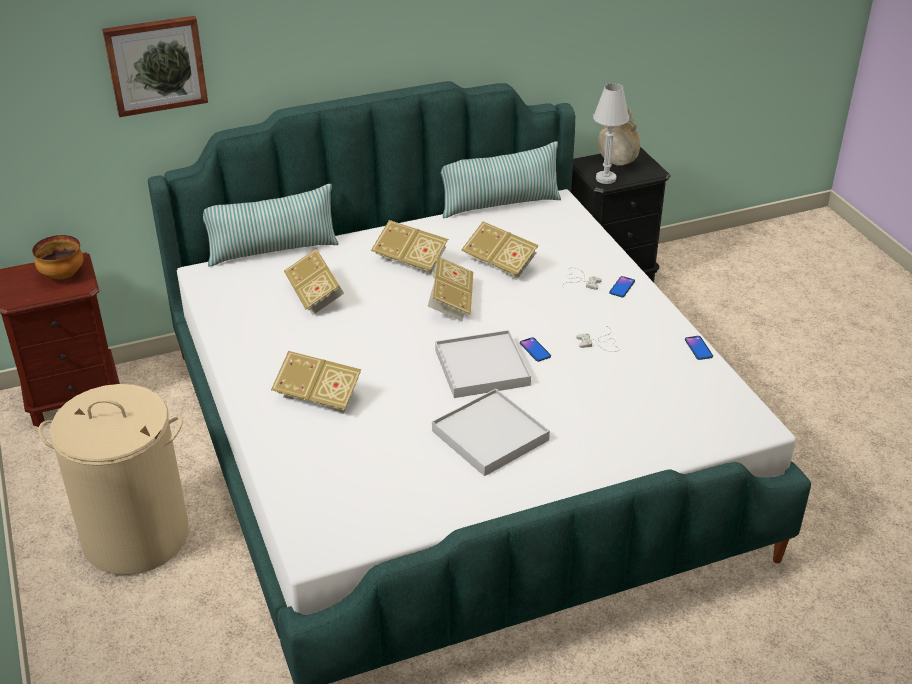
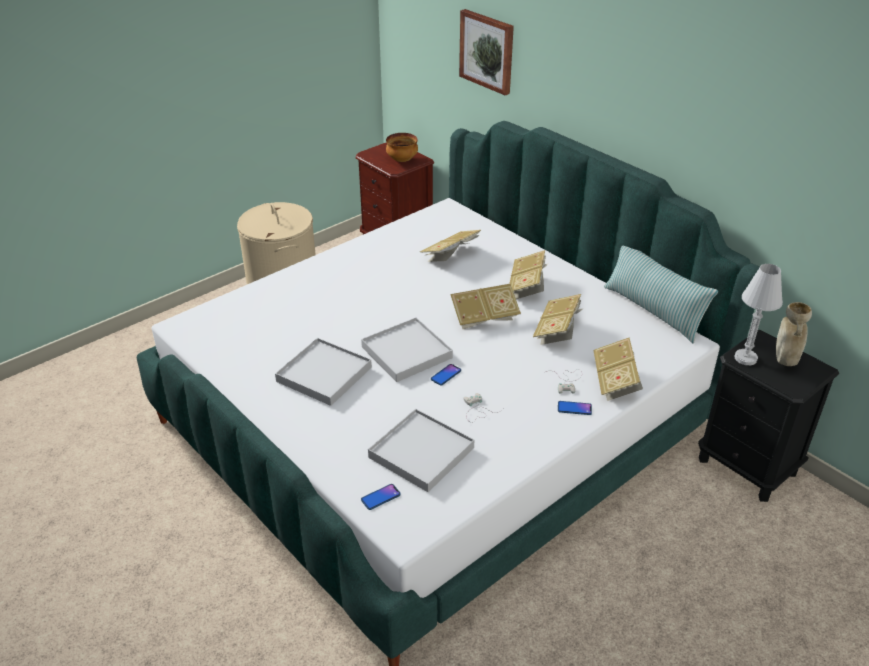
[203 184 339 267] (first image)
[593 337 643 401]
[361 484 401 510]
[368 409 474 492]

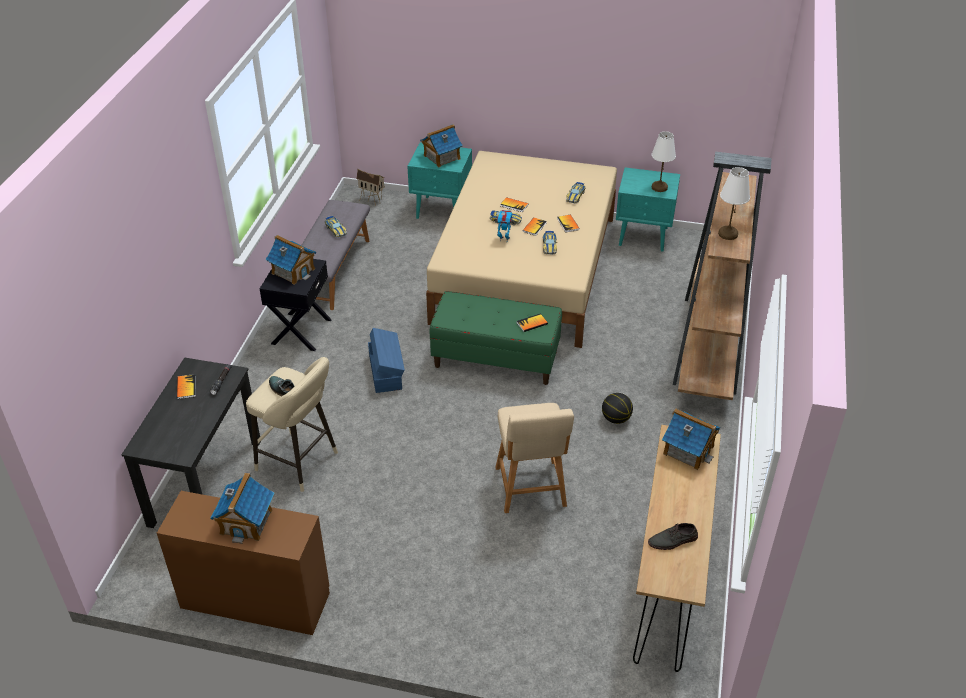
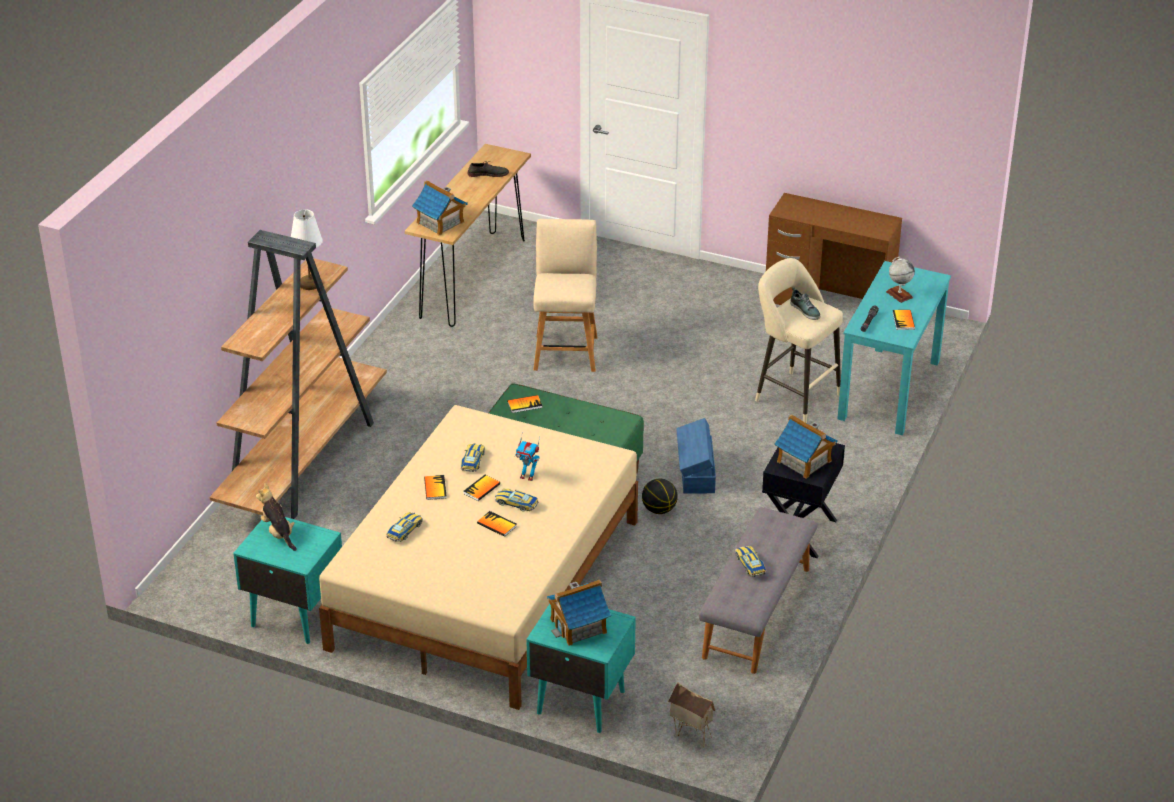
[837 261 951 435]
[210 472 274 544] (first image)
[642 479 678 514]
[256 483 297 551]
[886 257 915 303]

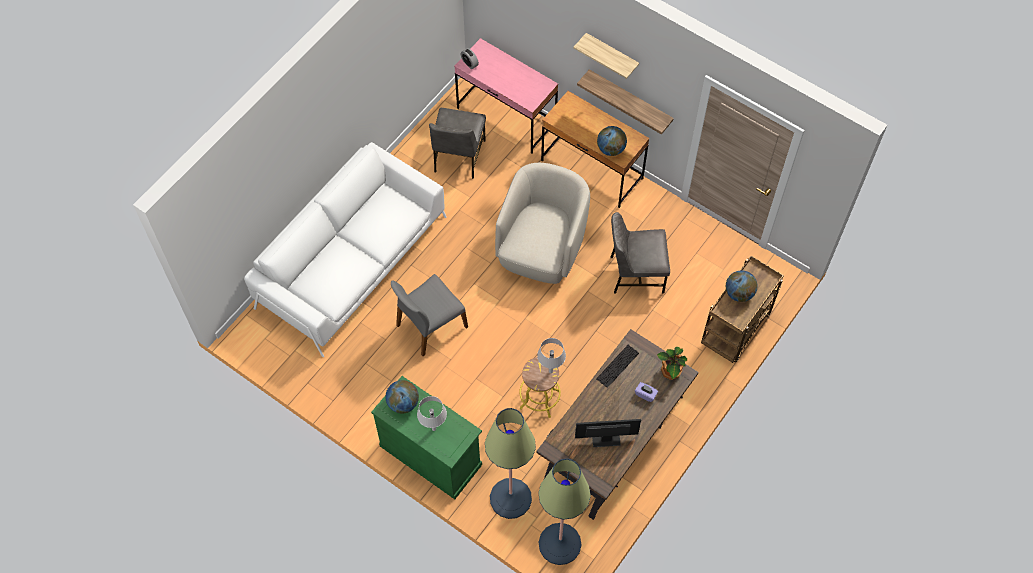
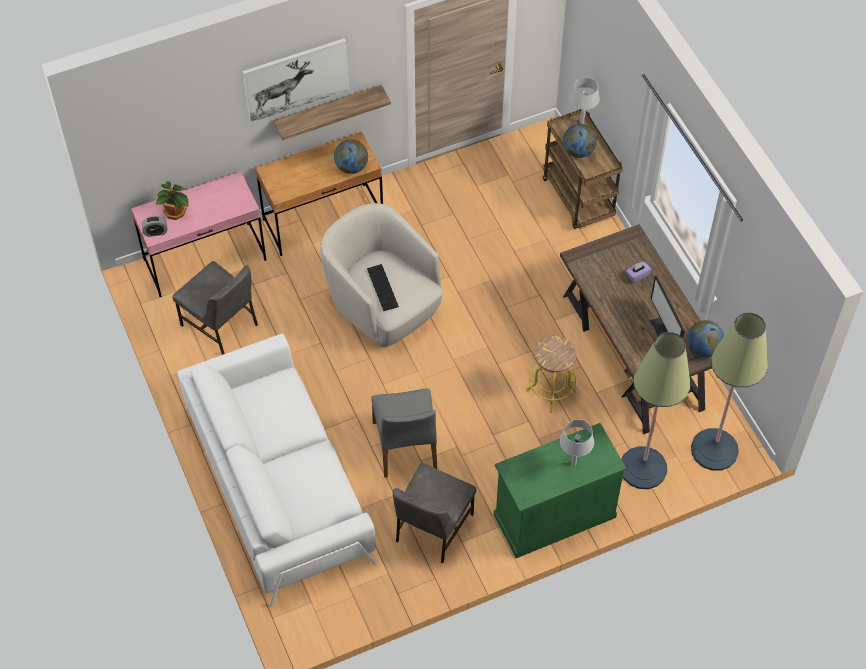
[687 320 724 357]
[570 77 600 124]
[243 38 349 123]
[650 275 685 338]
[367 264 399 311]
[393 463 476 563]
[156 181 189 220]

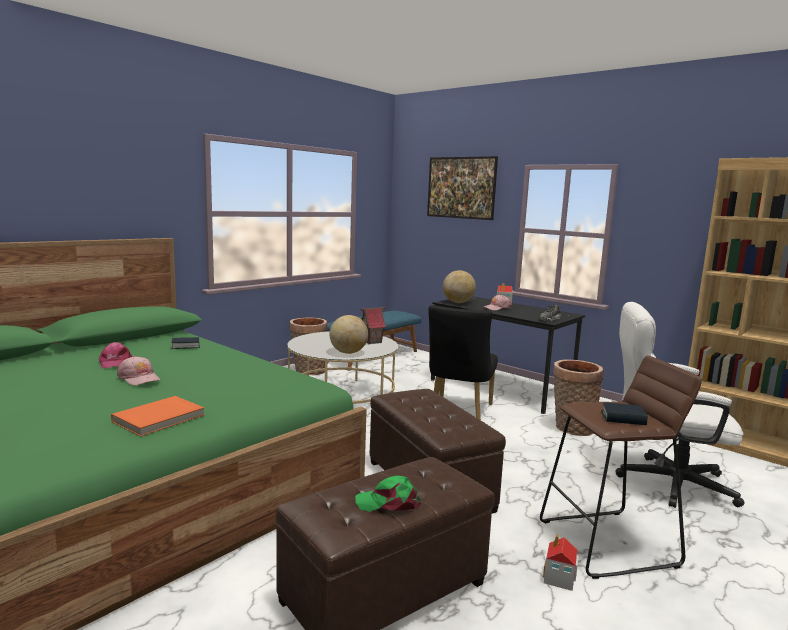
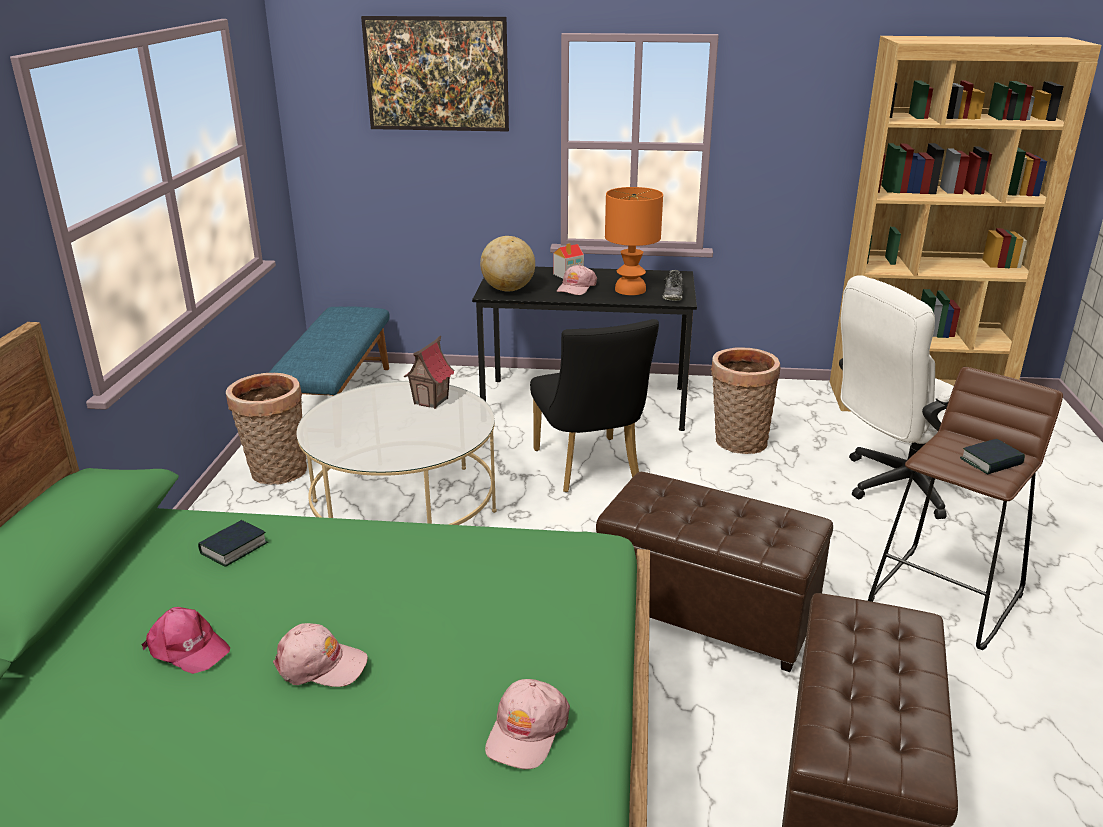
[485 679 570 769]
[330 315 368 354] (first image)
[355 476 421 512] (first image)
[543 534 579 591] (first image)
[605 187 663 295]

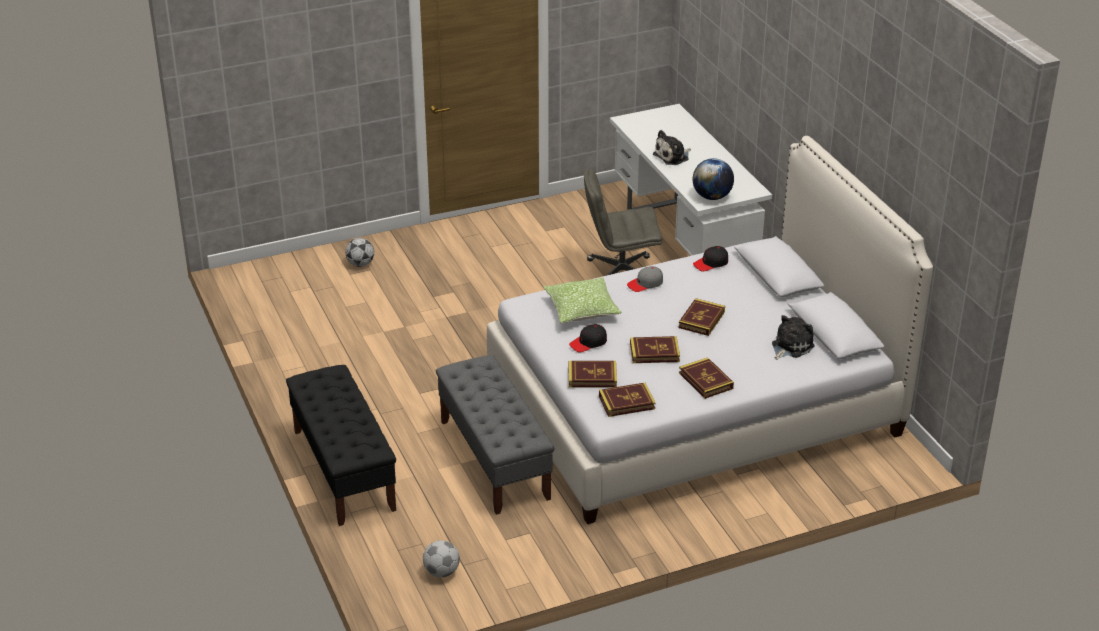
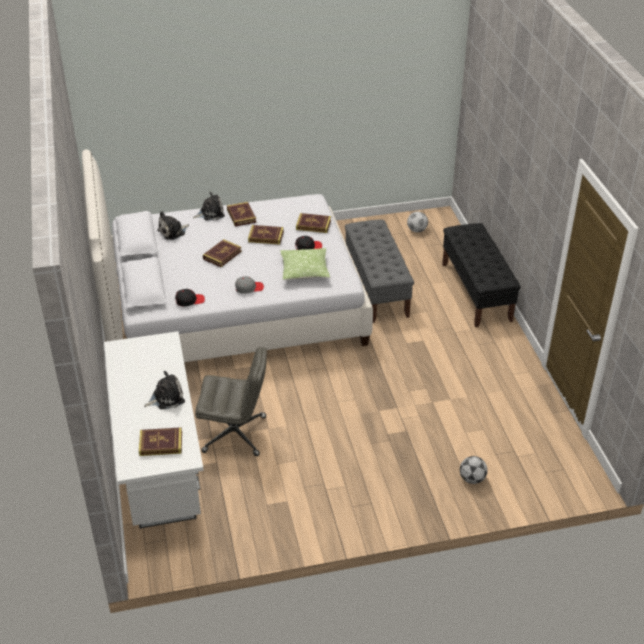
[139 427 182 456]
[693 158 734 200] (first image)
[193 192 225 220]

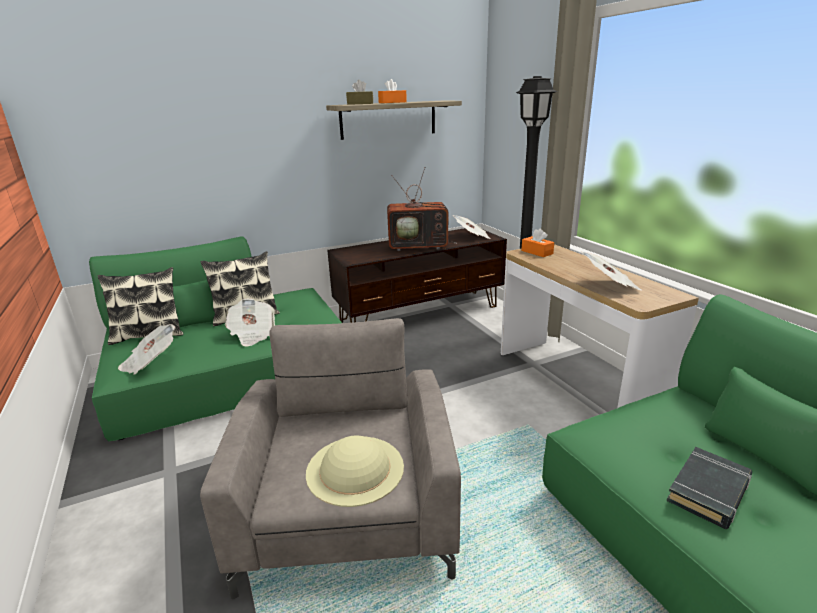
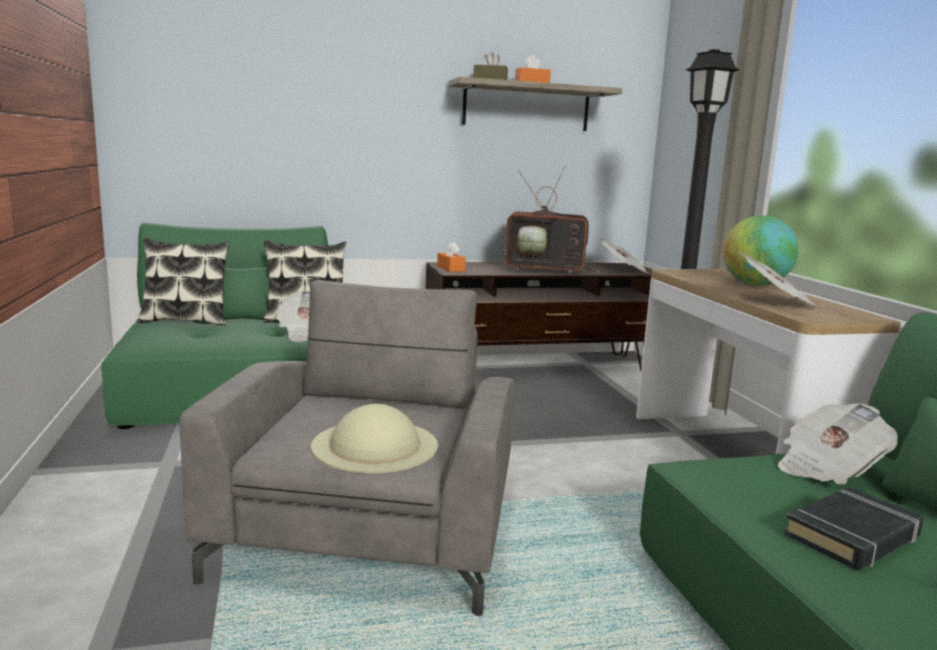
[778 403 898 484]
[437 241 466 272]
[723 215 799 286]

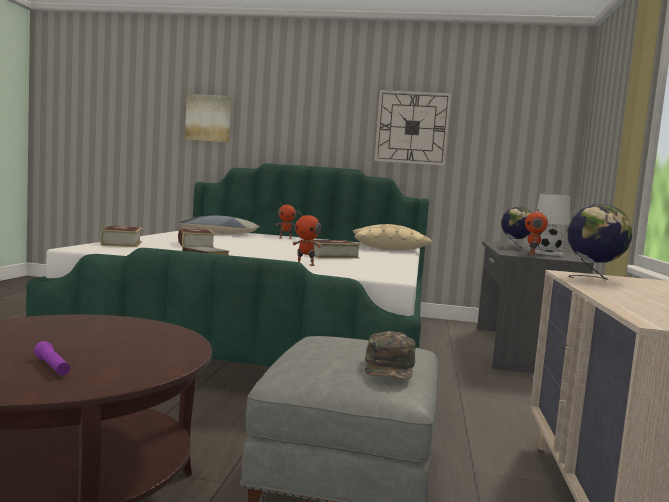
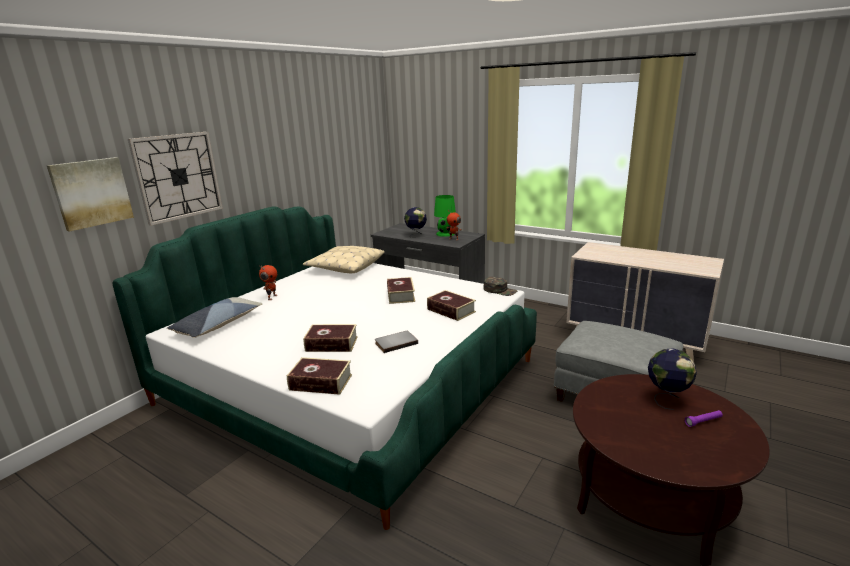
[427 290 476 321]
[483 277 517 296]
[128 132 223 226]
[434 195 456 237]
[648 348 697 410]

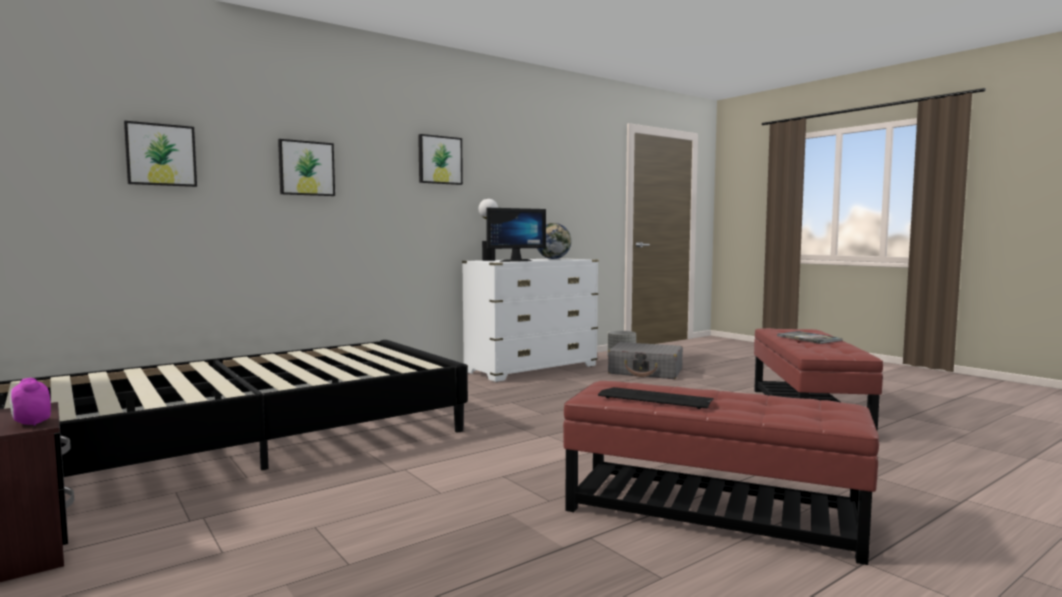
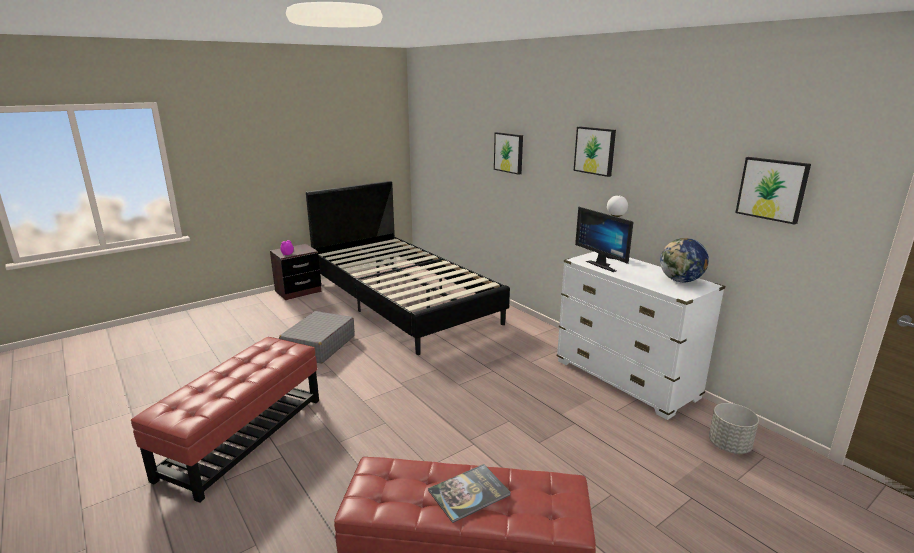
[735 157 811 225]
[598 387 714 409] (first image)
[279 311 355 364]

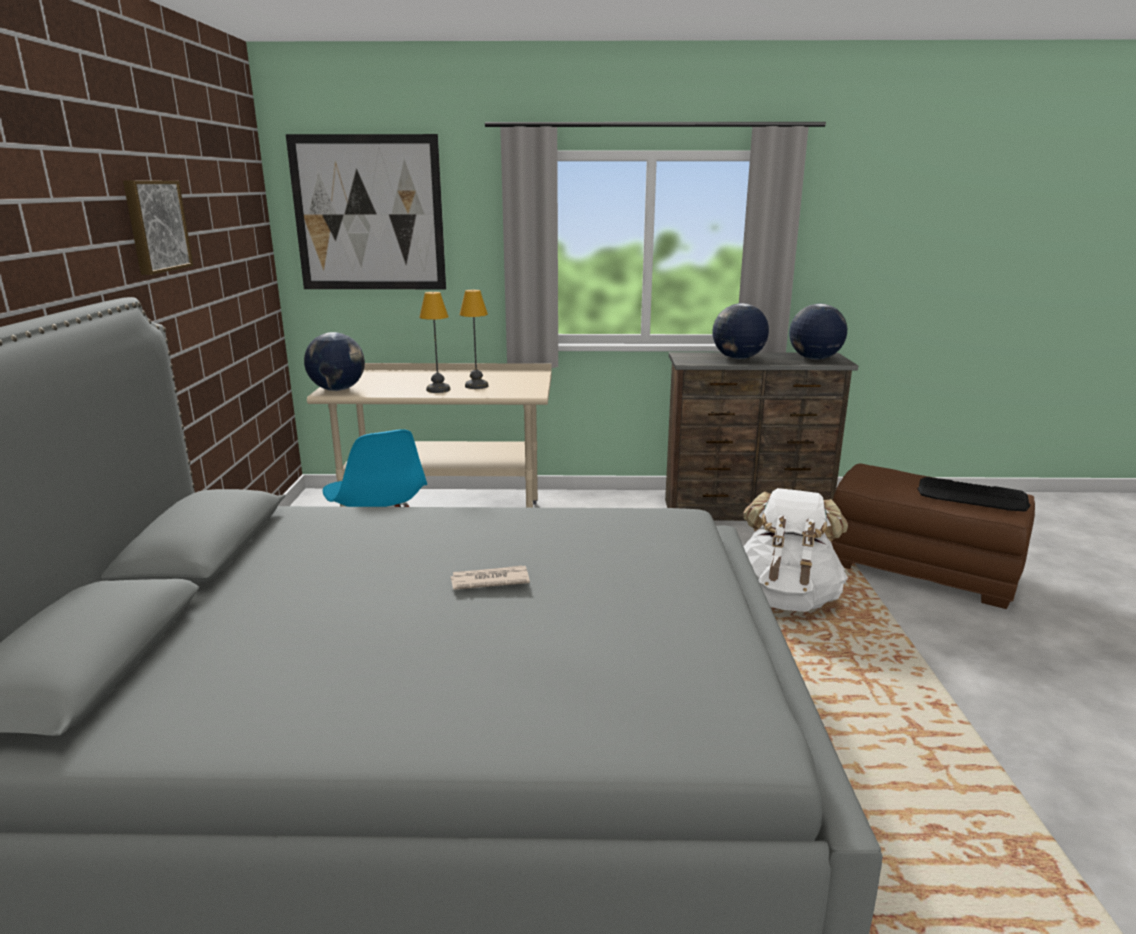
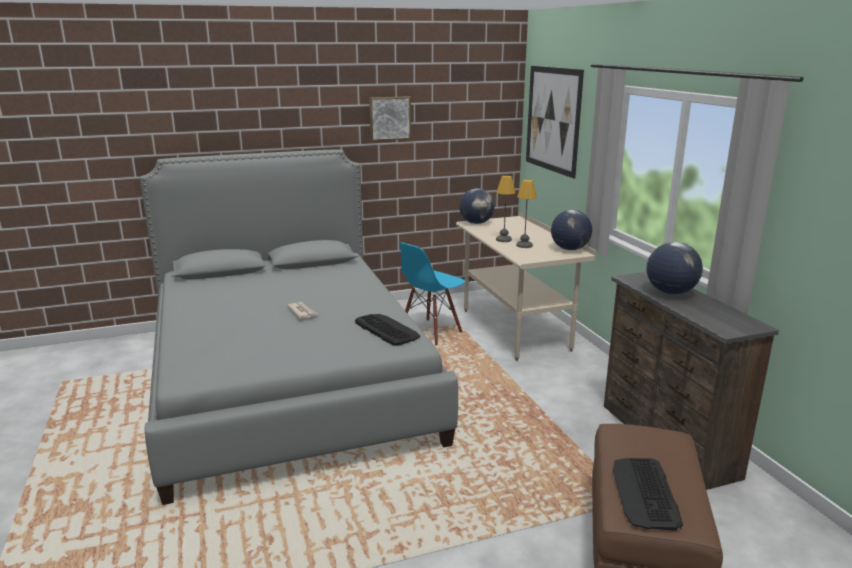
[743 488 848 612] (first image)
[551 210 592 250]
[355 314 421 346]

